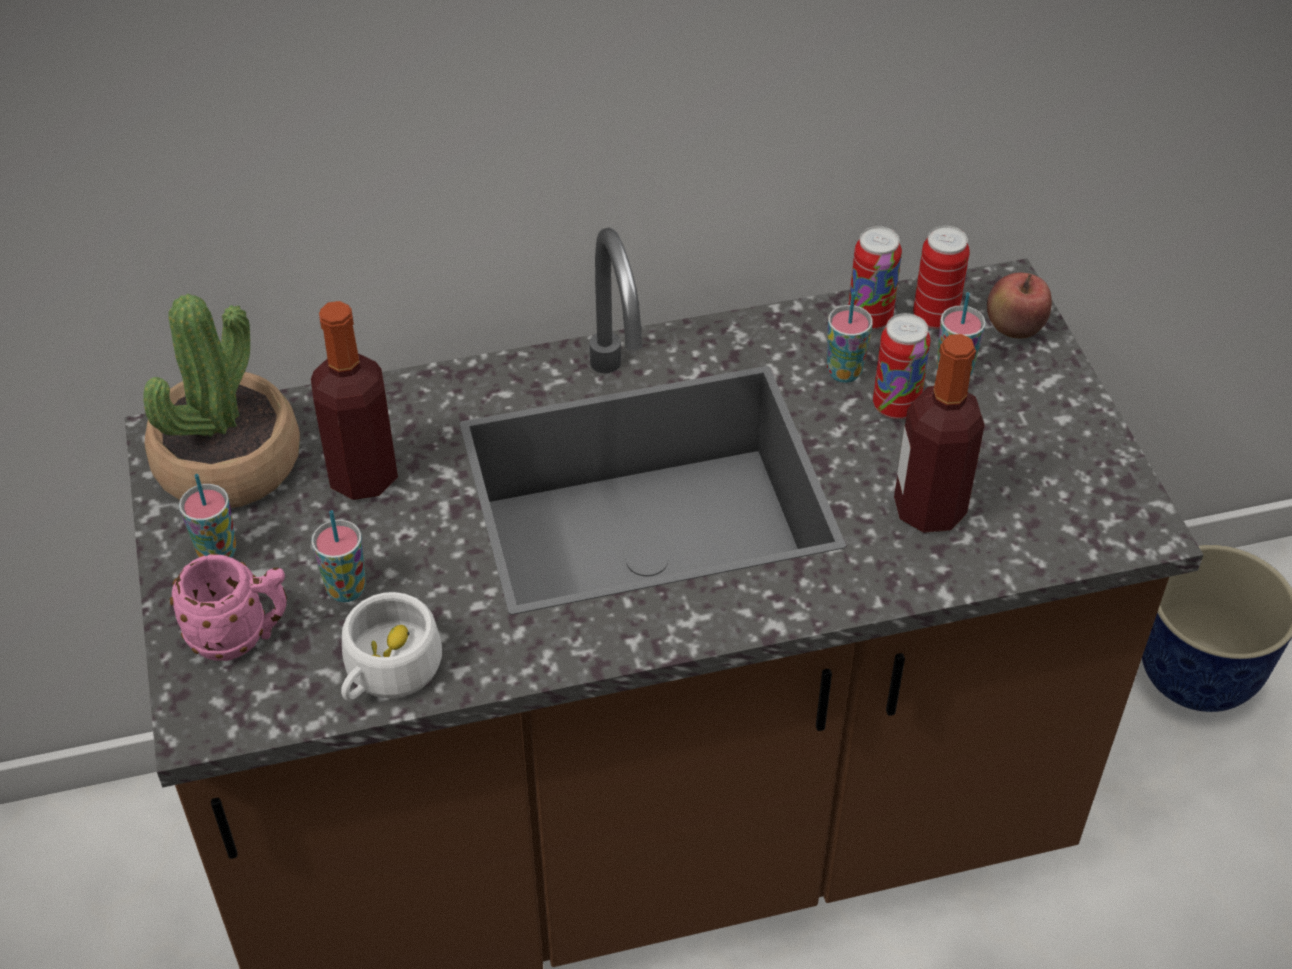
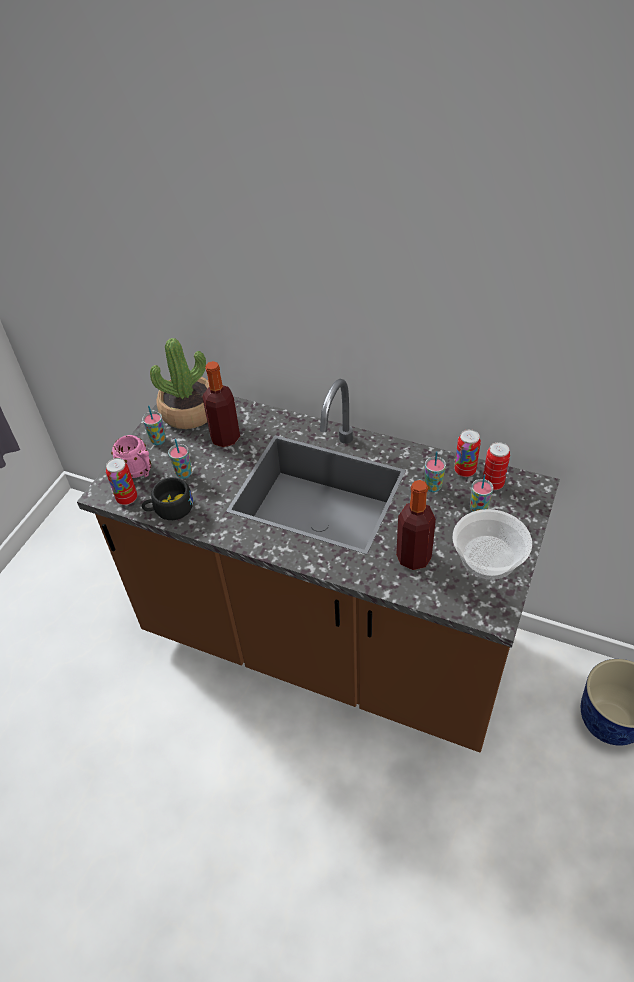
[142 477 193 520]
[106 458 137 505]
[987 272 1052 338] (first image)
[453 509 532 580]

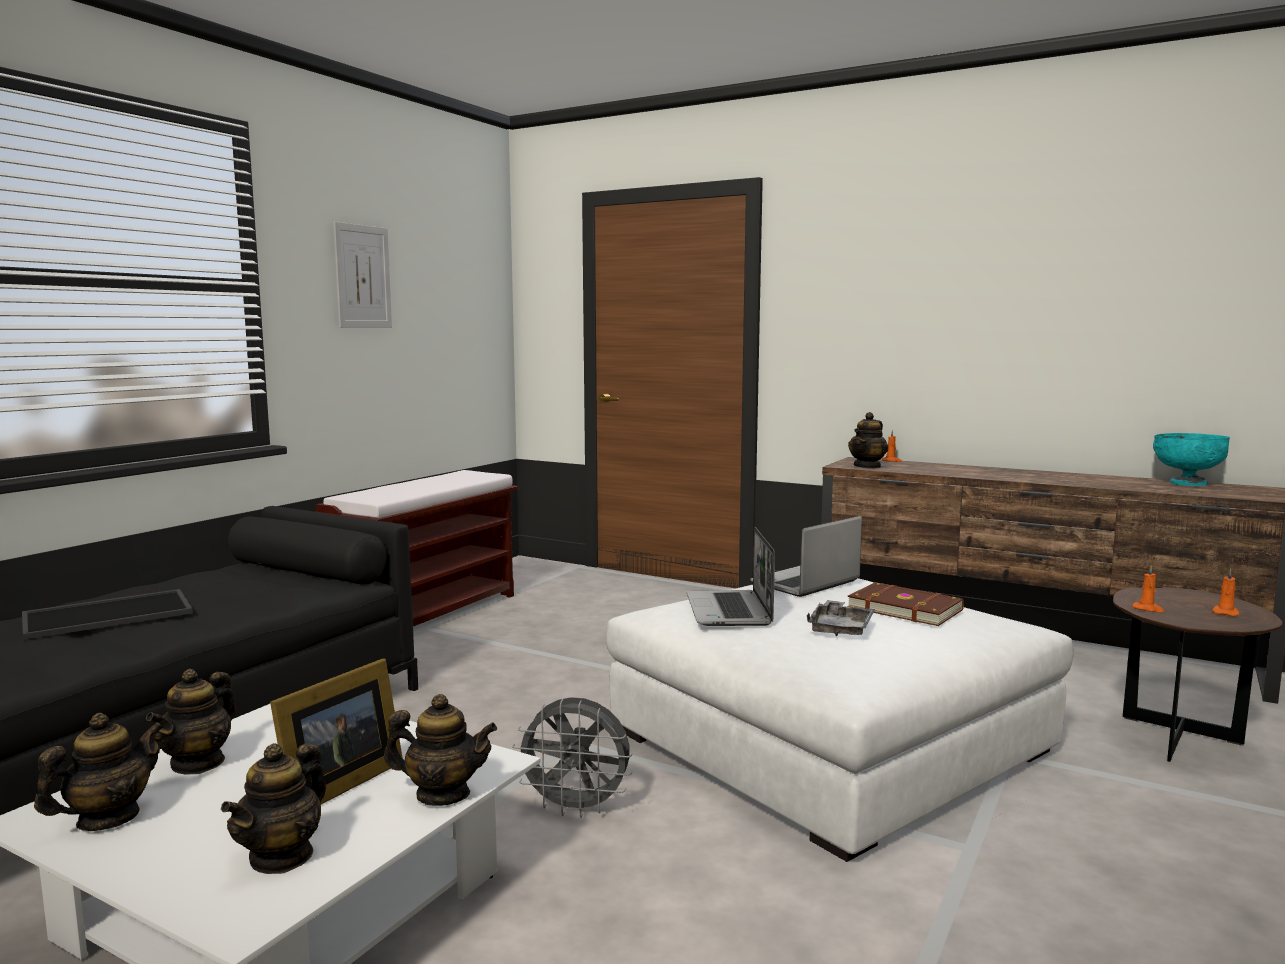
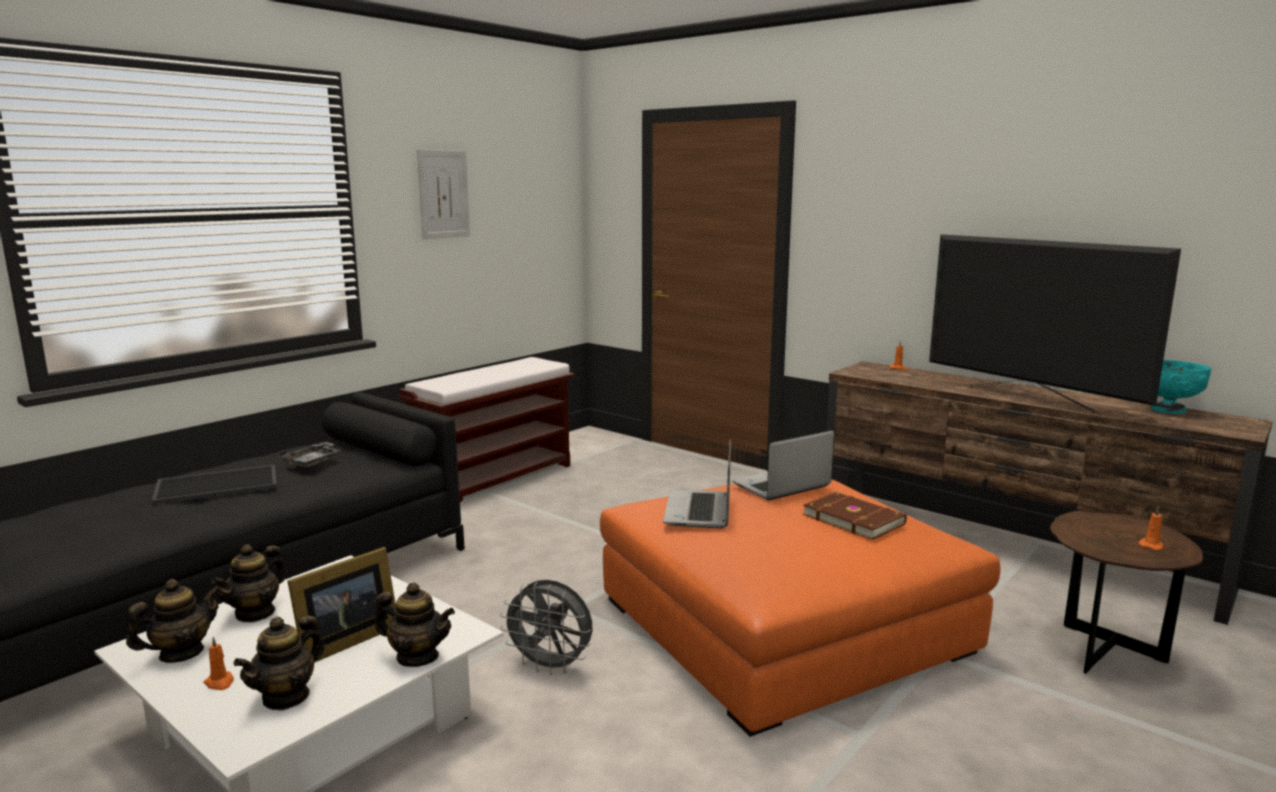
[600 479 1001 737]
[279 442 340 467]
[848 412 888 469] (first image)
[203 637 234 690]
[929 234 1181 415]

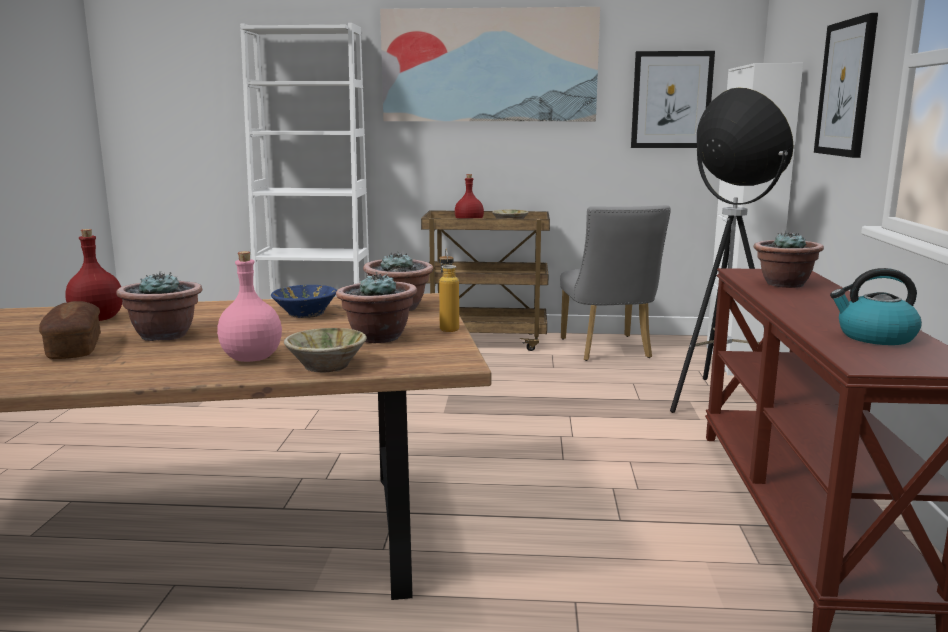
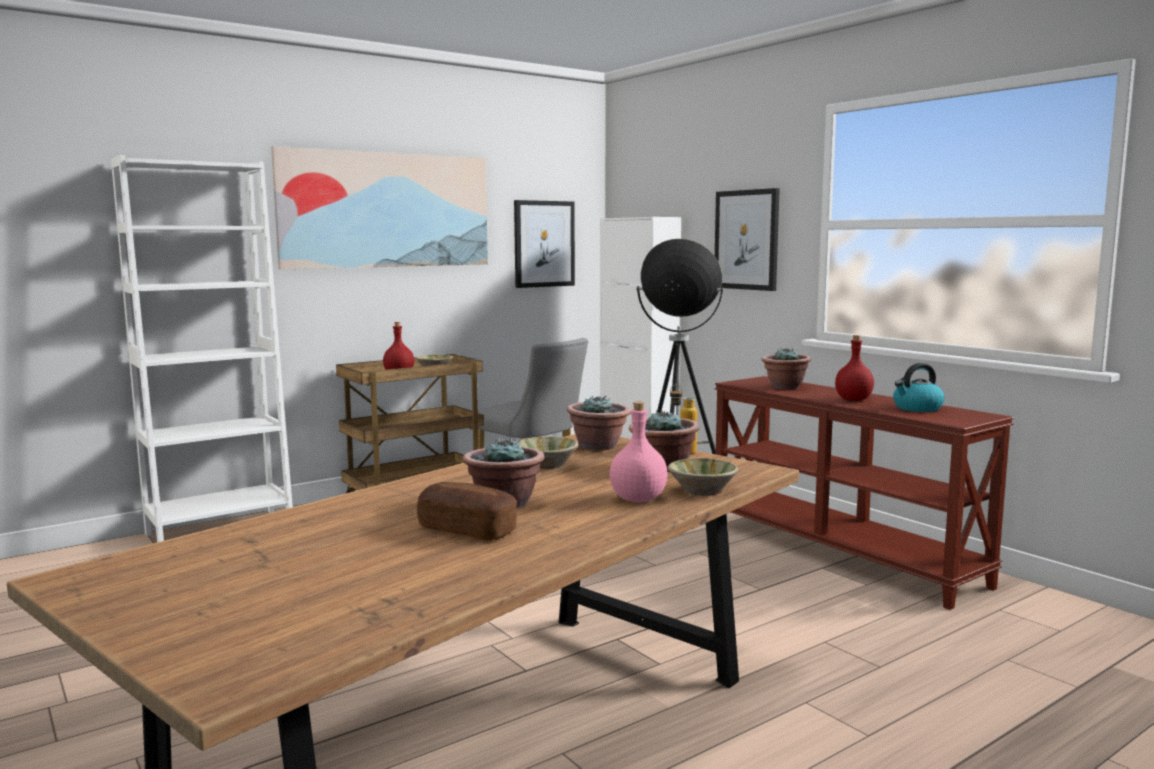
[835 335 874 401]
[518 436 579 469]

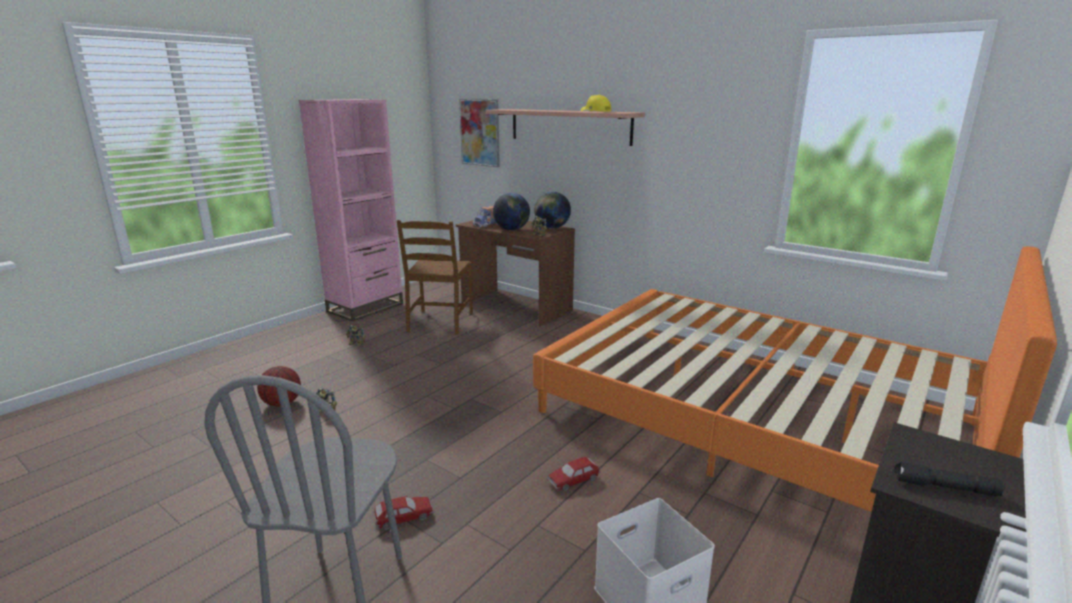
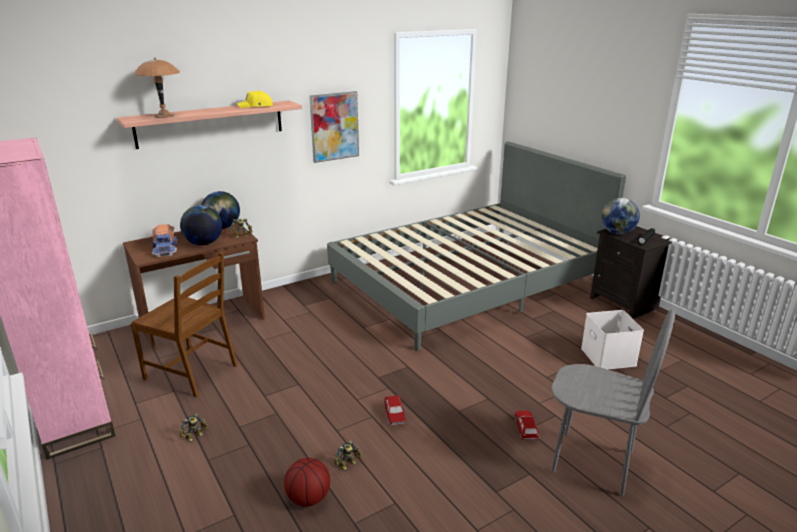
[309 91 359 163]
[327 141 626 351]
[384 396 406 425]
[134 58 180 118]
[601 198 640 234]

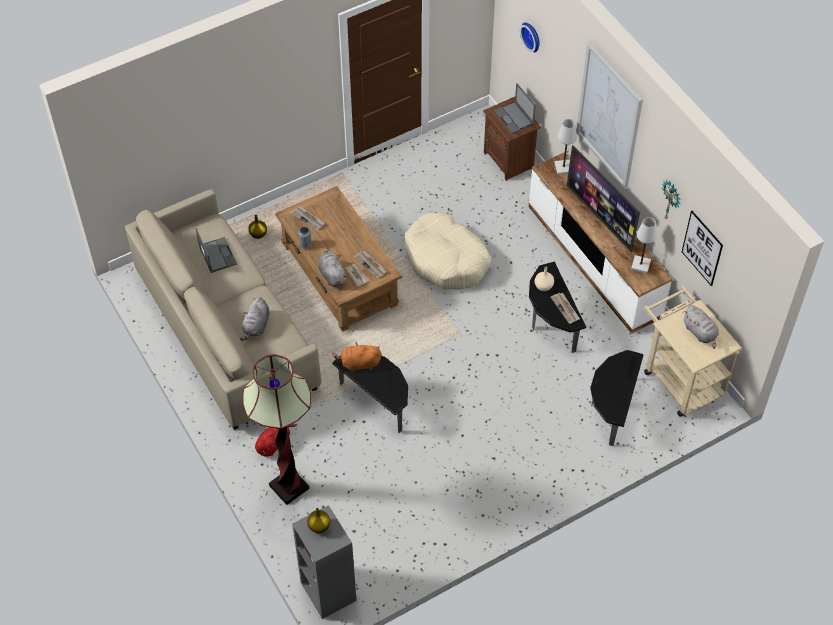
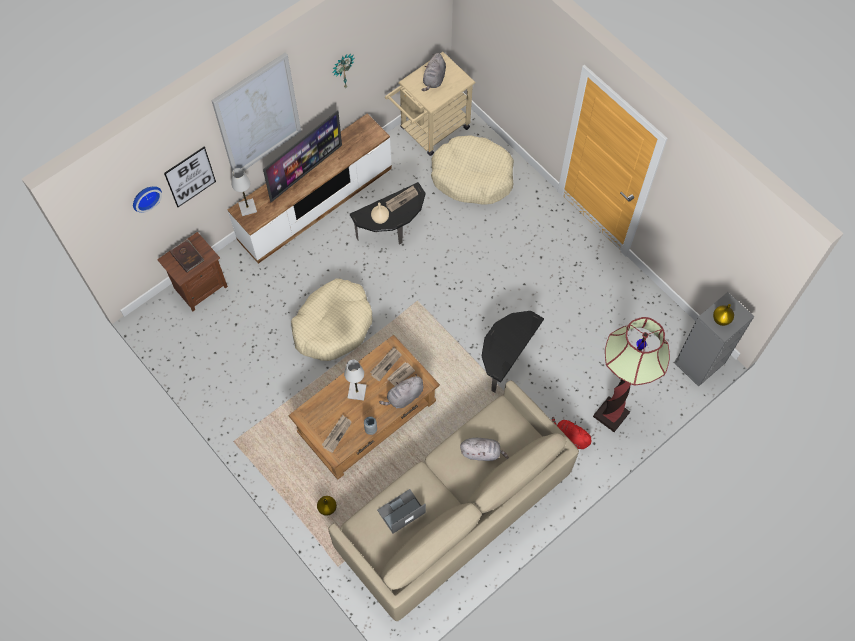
[332 342 382 371] (first image)
[170 239 204 272]
[431 135 514 205]
[344 360 367 401]
[164 147 216 207]
[421 53 446 91]

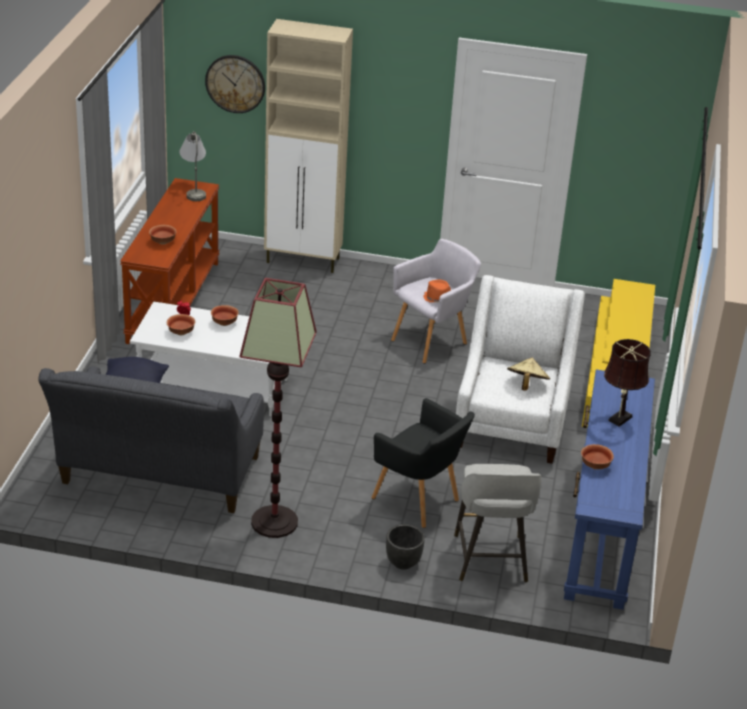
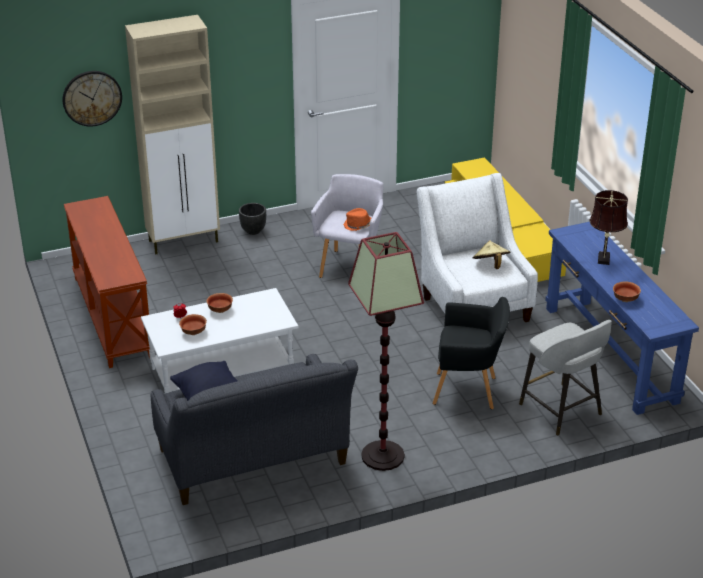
[149 225 177 245] (first image)
[180 131 206 201] (first image)
[239 203 266 235]

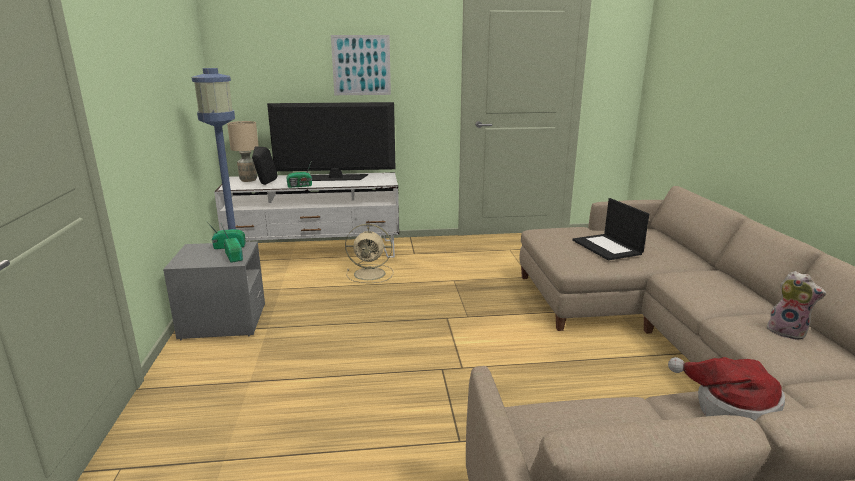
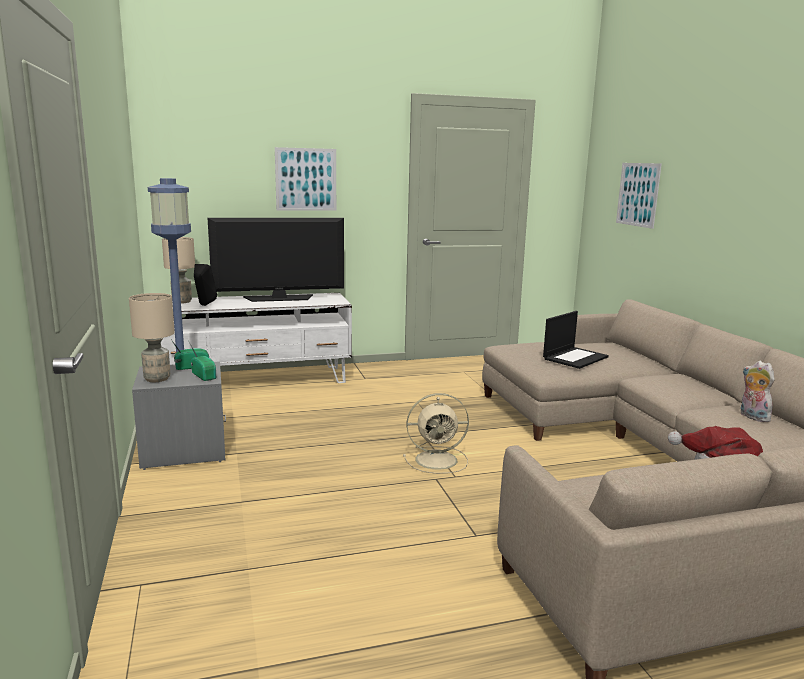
[286 163 312 188] (first image)
[403 393 469 474]
[543 311 609 369]
[741 361 775 422]
[129 293 175 382]
[616 163 662 229]

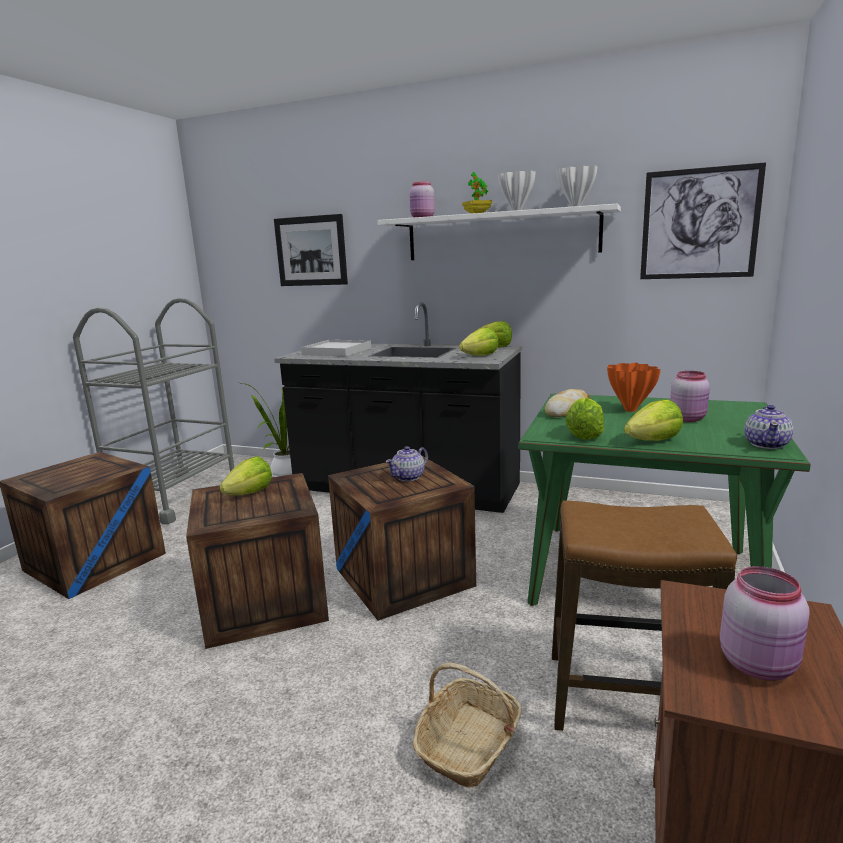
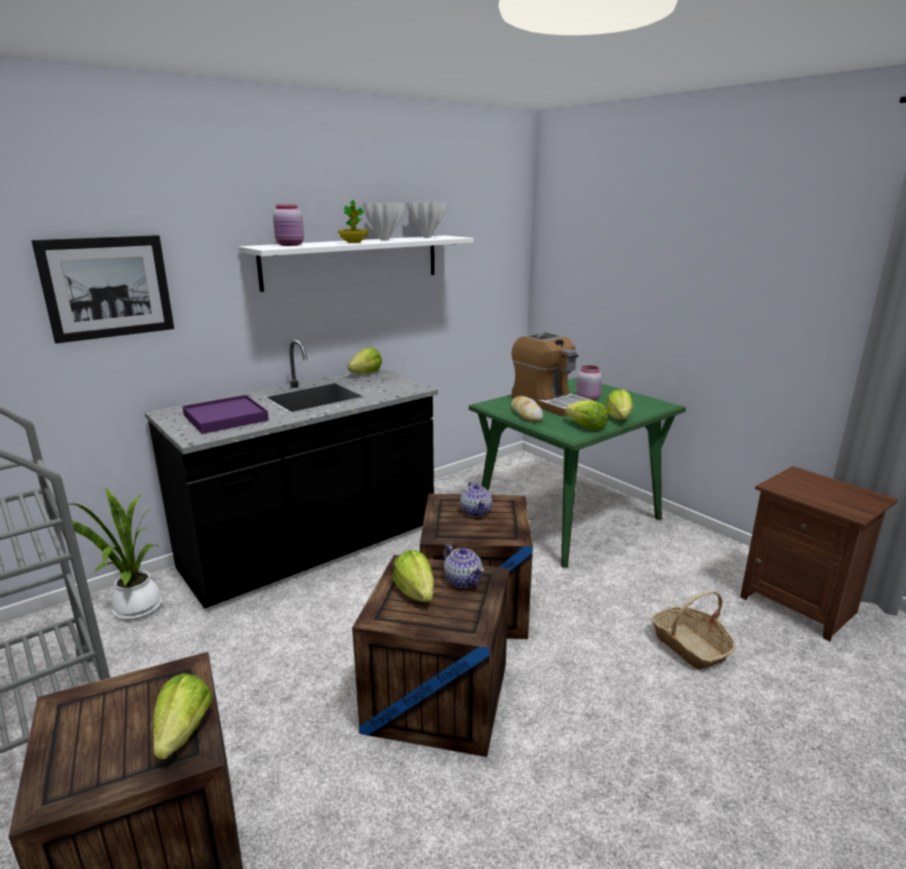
[182 395 269 434]
[153 673 213 759]
[552 500 737 731] (first image)
[512 332 593 417]
[640 162 766 279] (first image)
[720 566 810 681] (first image)
[443 544 484 588]

